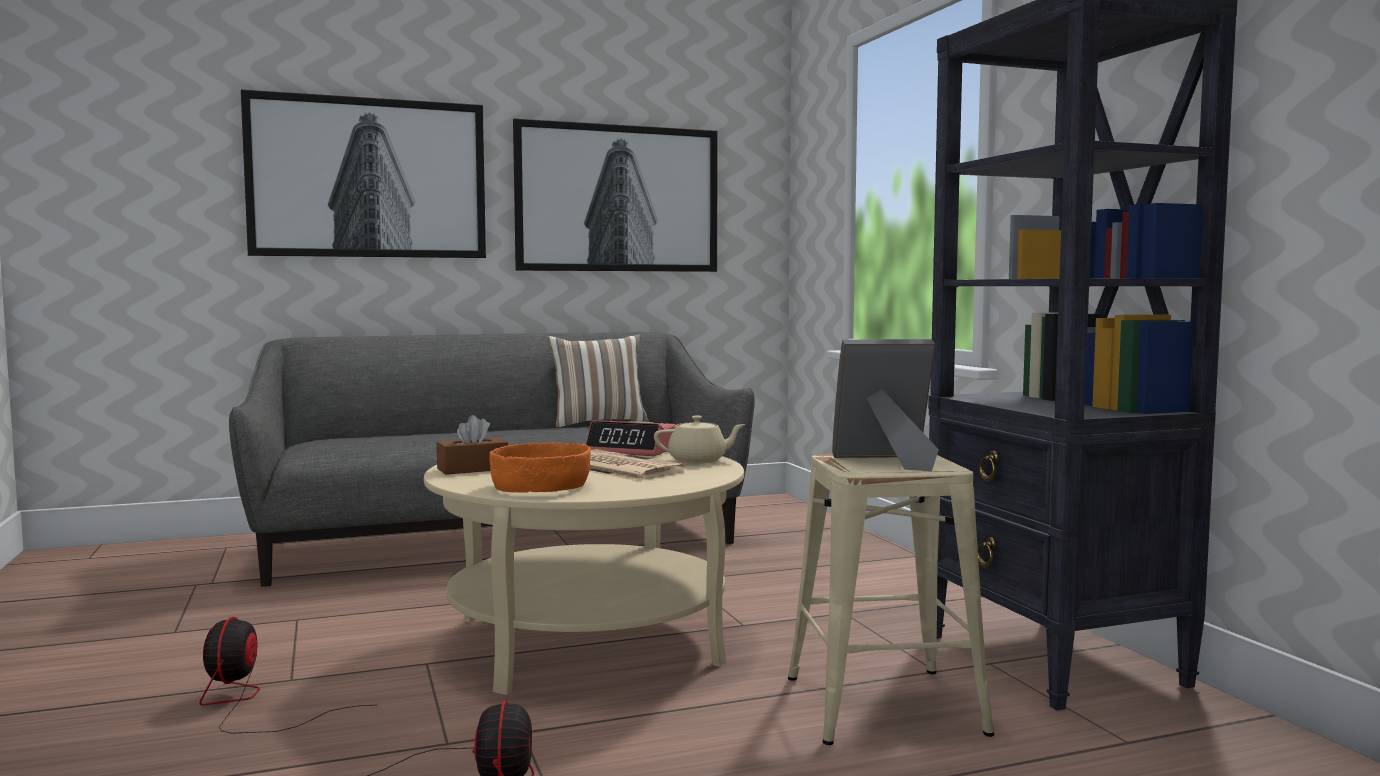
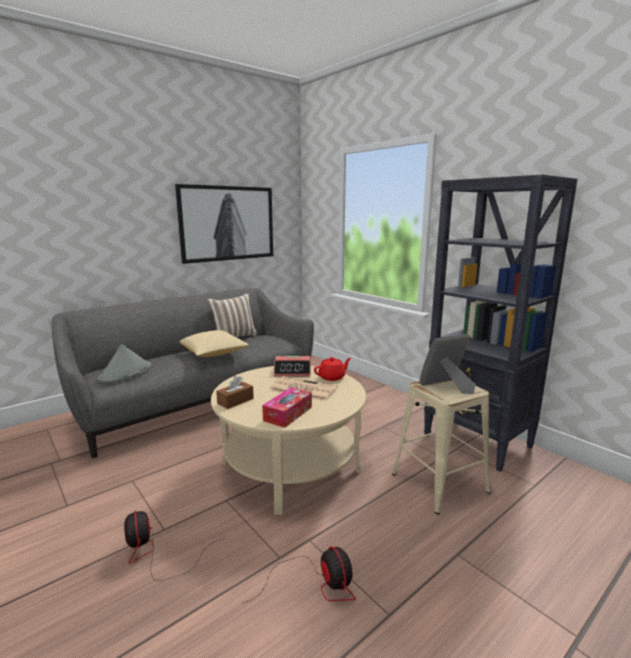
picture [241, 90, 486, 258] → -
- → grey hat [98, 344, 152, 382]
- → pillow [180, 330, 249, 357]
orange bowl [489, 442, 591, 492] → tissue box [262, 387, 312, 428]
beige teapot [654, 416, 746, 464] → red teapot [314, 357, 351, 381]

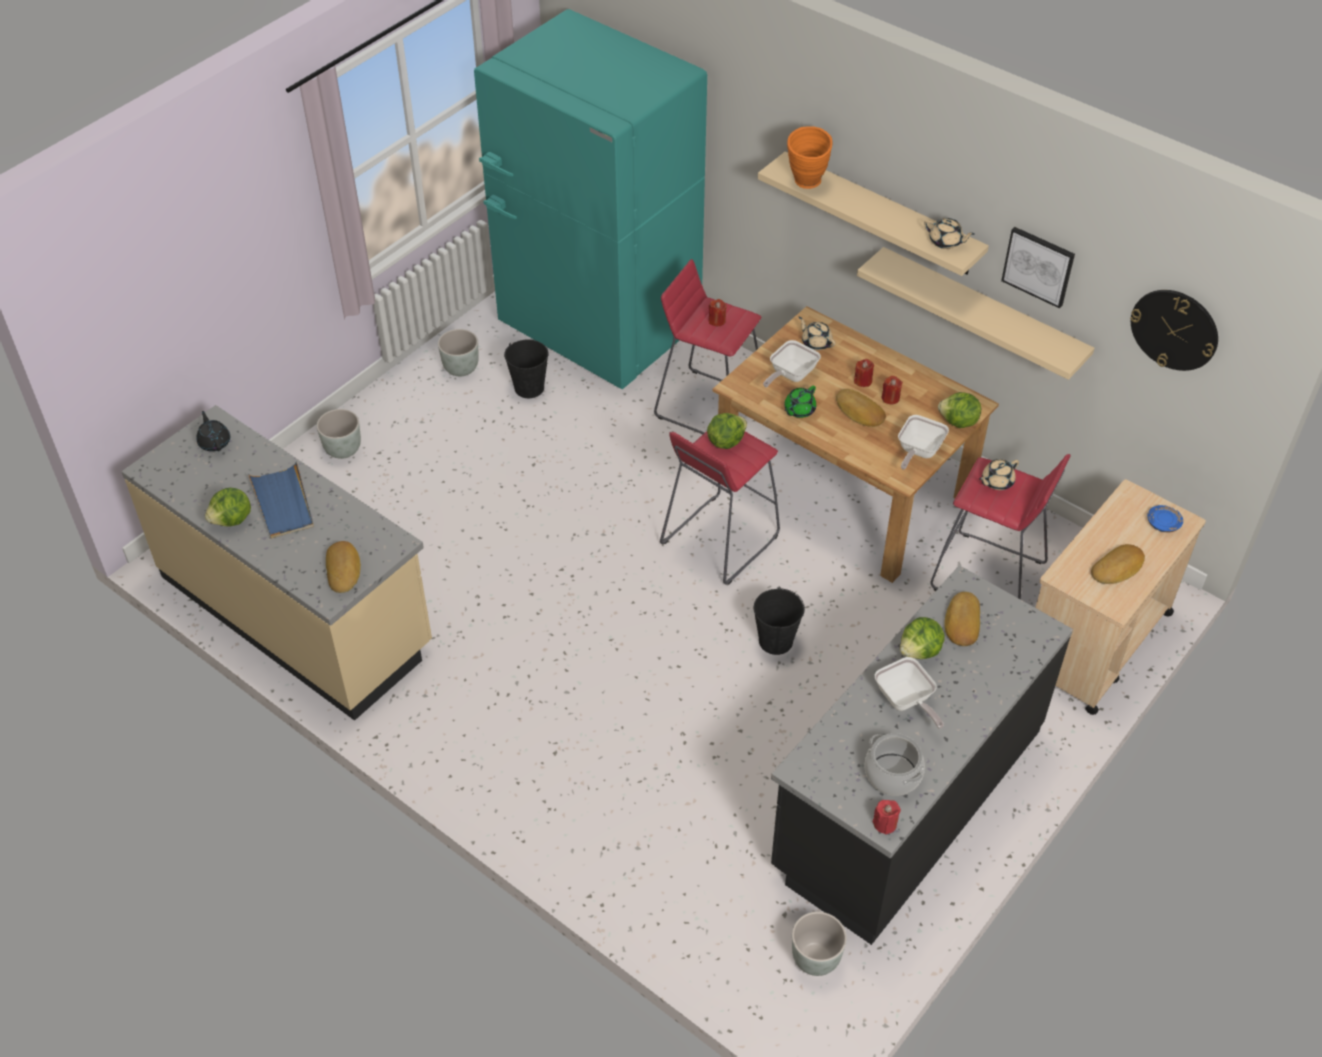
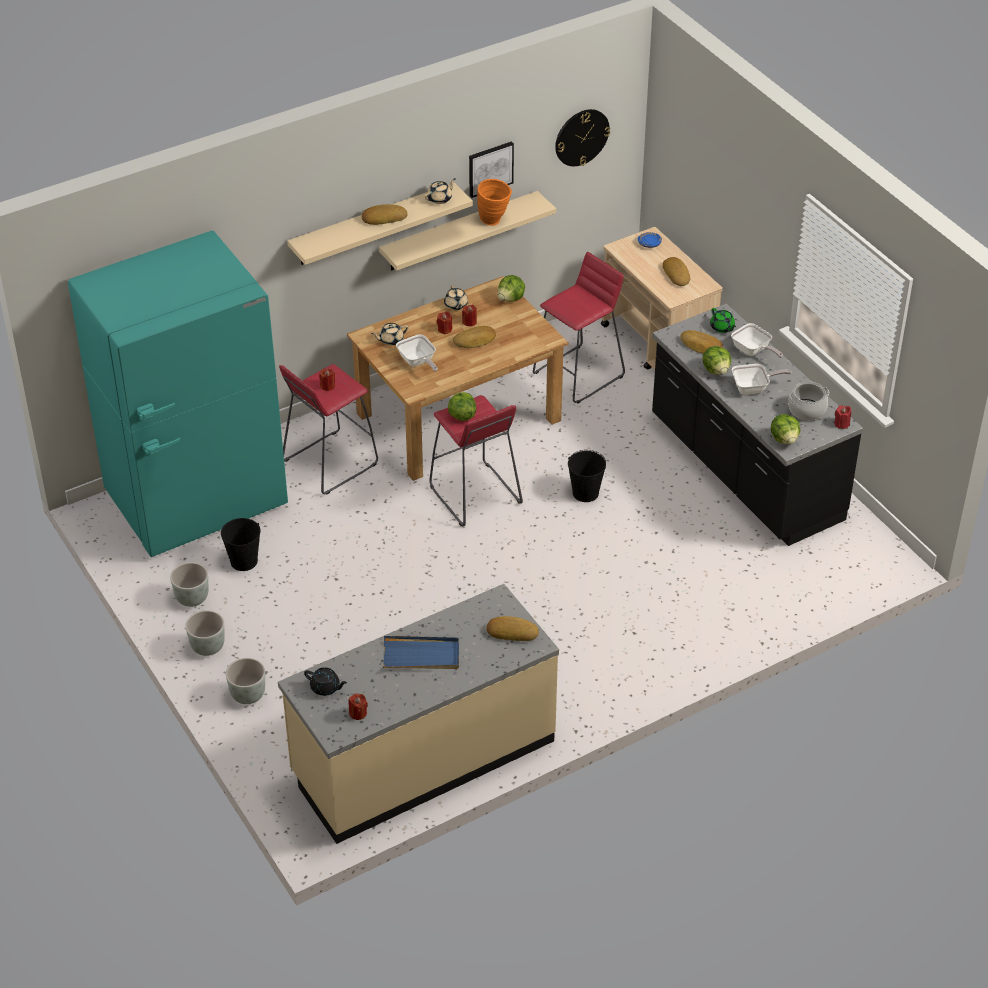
- → red candle [349, 693, 368, 720]
- → bread [361, 204, 408, 225]
lettuce [205, 488, 251, 527] → lettuce [771, 414, 800, 444], move
green teapot [784, 385, 816, 418] → green teapot [710, 308, 736, 333], move
orange vase [787, 126, 832, 189] → orange vase [477, 179, 512, 226], move
grey planter [792, 912, 847, 976] → grey planter [186, 610, 225, 656], move
frying pan [898, 415, 949, 470] → frying pan [731, 323, 783, 358], move
beige teapot [979, 459, 1019, 490] → beige teapot [444, 285, 468, 310], move
black teapot [196, 411, 230, 451] → black teapot [304, 667, 347, 696], 150 degrees counterclockwise

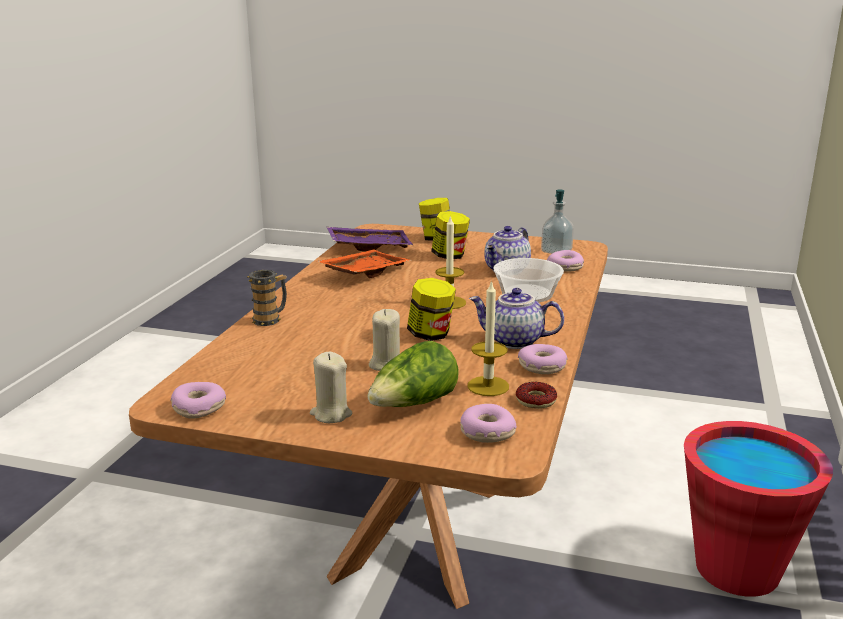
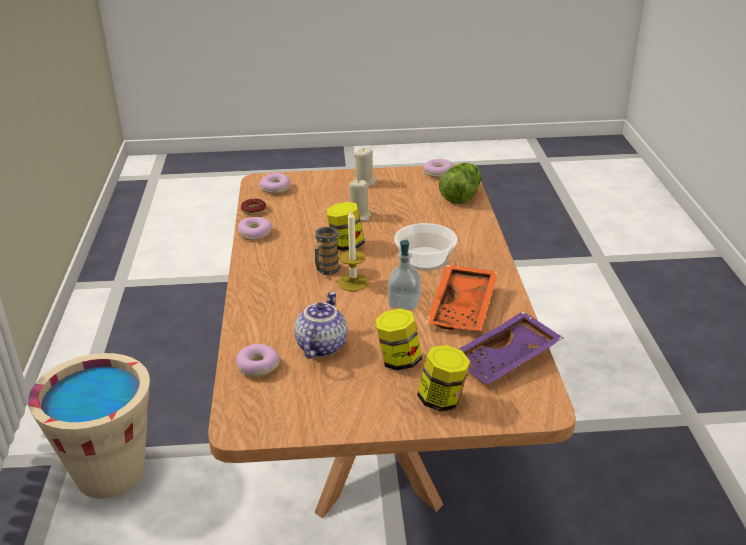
candle [467, 280, 509, 396] → -
teapot [469, 288, 564, 349] → -
mug [248, 270, 287, 326] → mug [313, 227, 341, 275], move
lettuce [367, 341, 459, 407] → lettuce [439, 163, 481, 204], move
bowl [493, 258, 564, 302] → bowl [394, 223, 458, 271], move
soap dispenser [541, 190, 574, 254] → soap dispenser [388, 240, 421, 310], move
red bucket [684, 421, 833, 597] → beige bucket [28, 353, 150, 499]

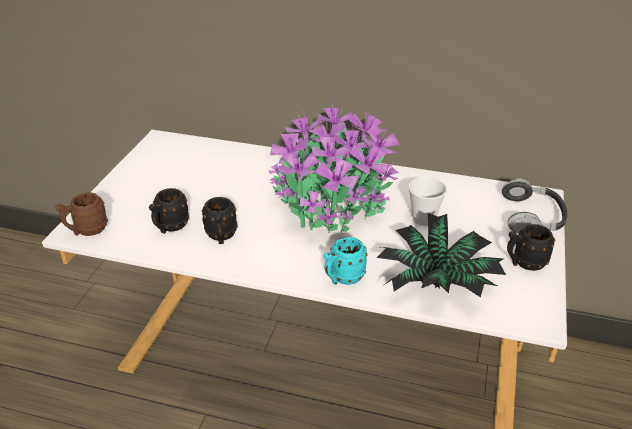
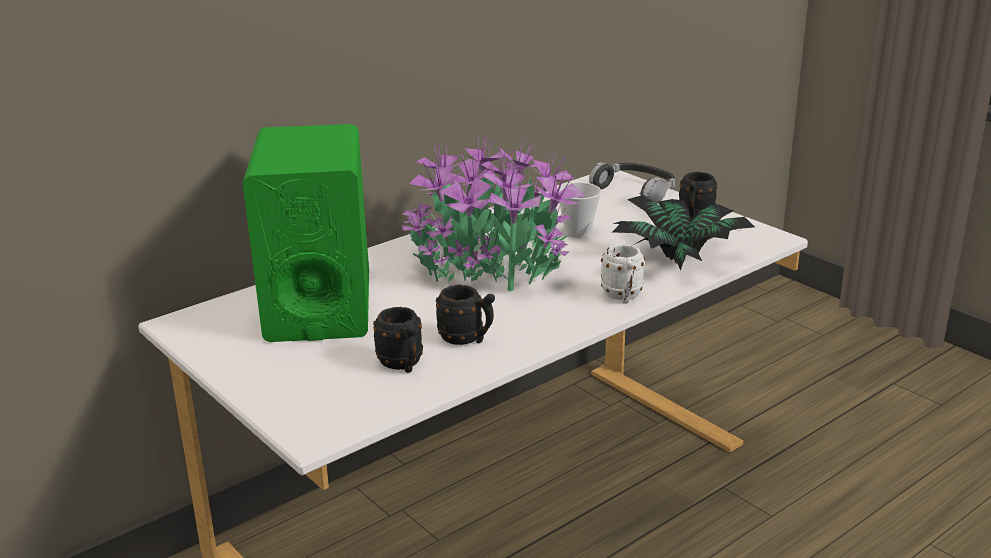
brown mug [56, 192, 108, 236] → -
- → green speaker [243, 124, 369, 342]
turquoise mug [324, 237, 367, 285] → white mug [601, 244, 645, 304]

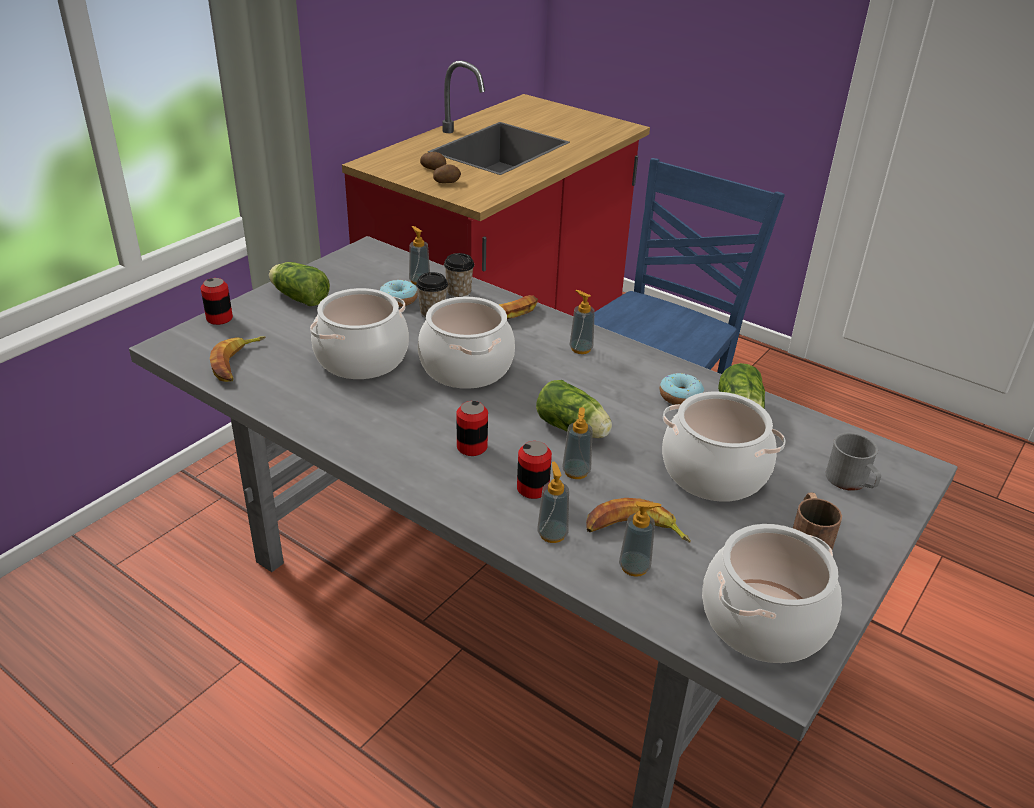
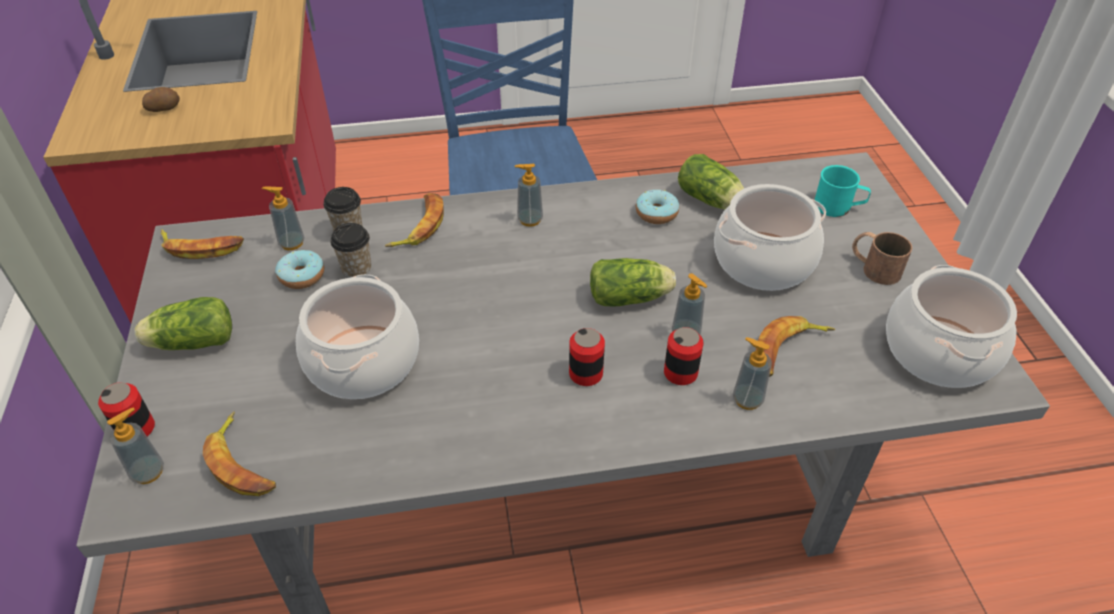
cooking pot [418, 297, 515, 389] → -
potato [433, 164, 461, 183] → -
- → banana [161, 229, 244, 259]
soap dispenser [619, 501, 661, 577] → soap dispenser [107, 408, 164, 484], move
grey mug [826, 432, 881, 491] → turquoise mug [815, 165, 871, 217]

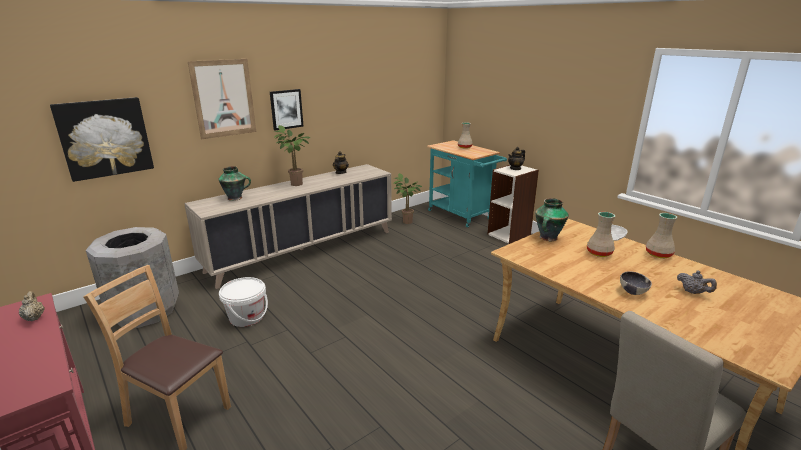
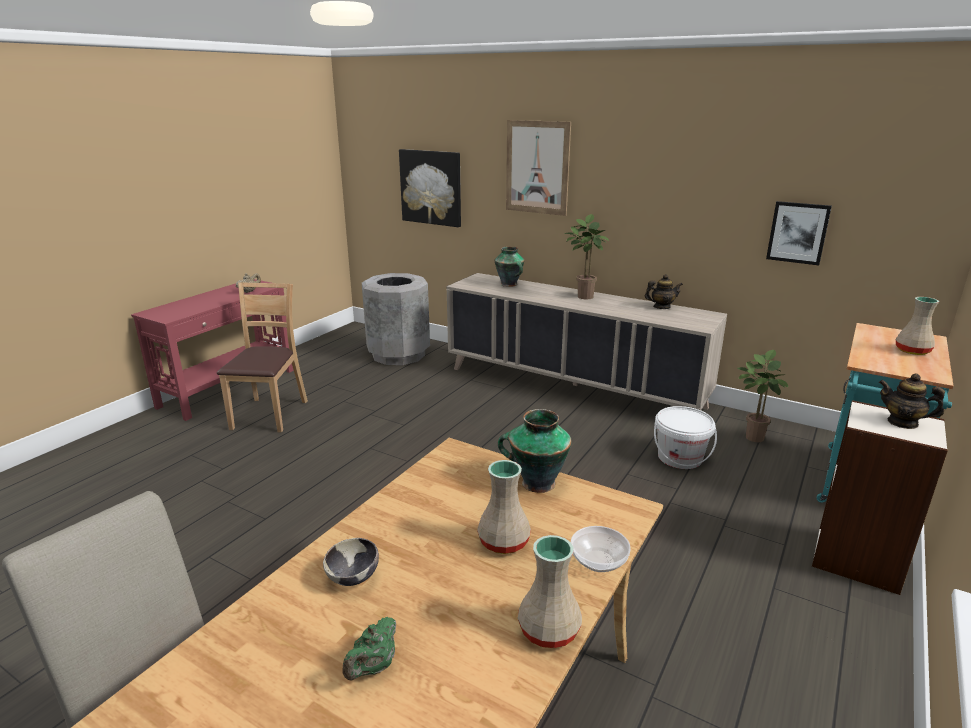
white bucket [219, 277, 268, 327] → white bucket [654, 406, 717, 469], move
picture [270, 89, 303, 130] → picture [766, 201, 832, 265], move
grey teapot [677, 270, 717, 294] → green teapot [342, 617, 396, 681]

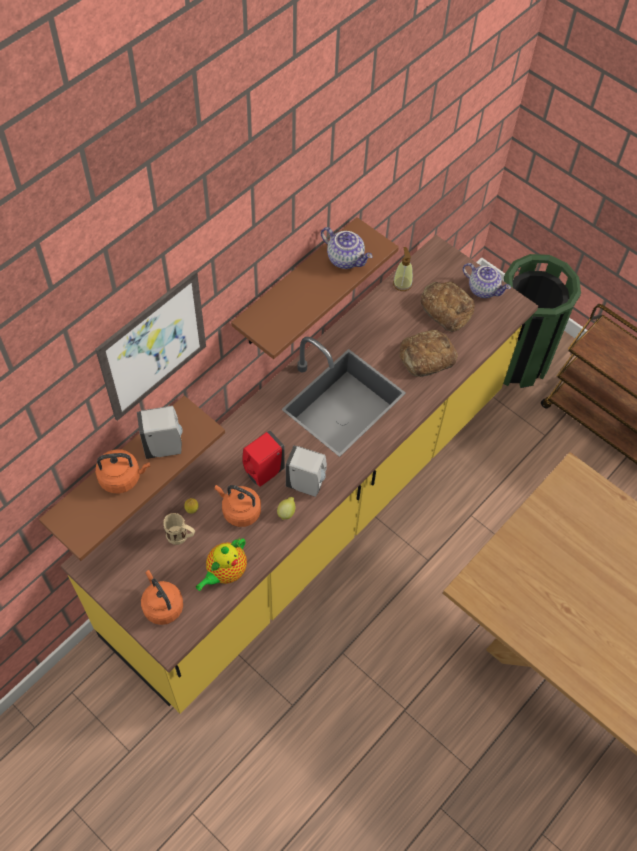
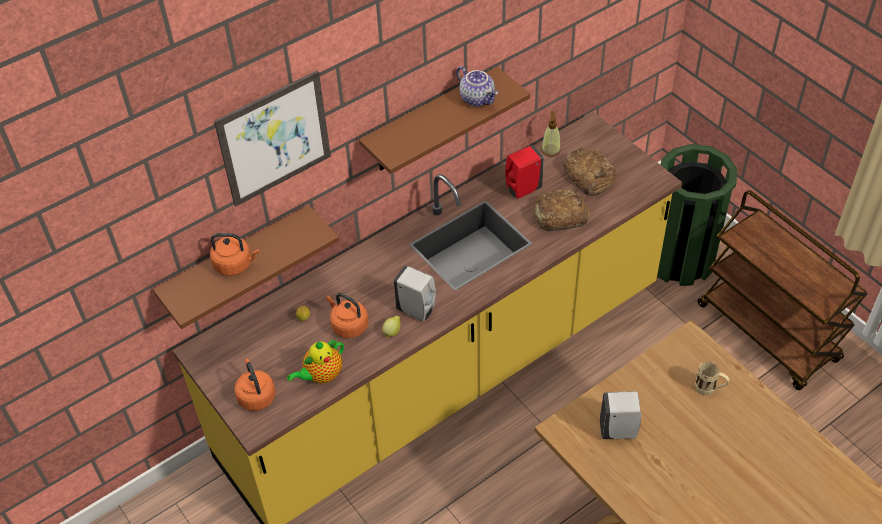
teapot [463, 263, 511, 298] → -
white soap dispenser [137, 406, 183, 459] → white soap dispenser [600, 391, 641, 439], move
beige mug [163, 513, 195, 545] → beige mug [695, 361, 730, 395], move
red soap dispenser [242, 430, 285, 487] → red soap dispenser [505, 145, 544, 199], move

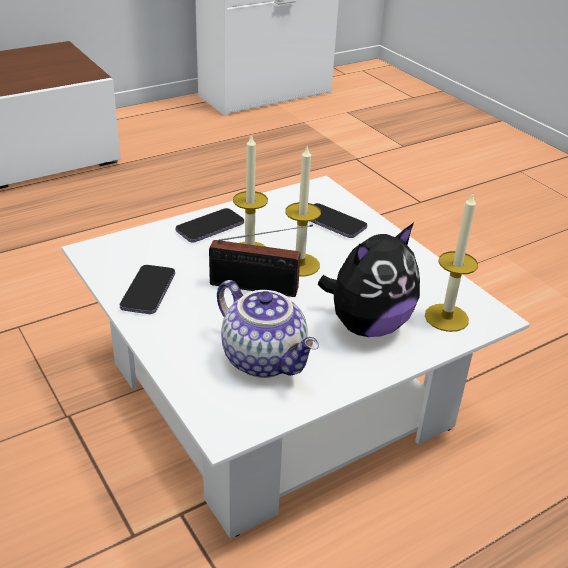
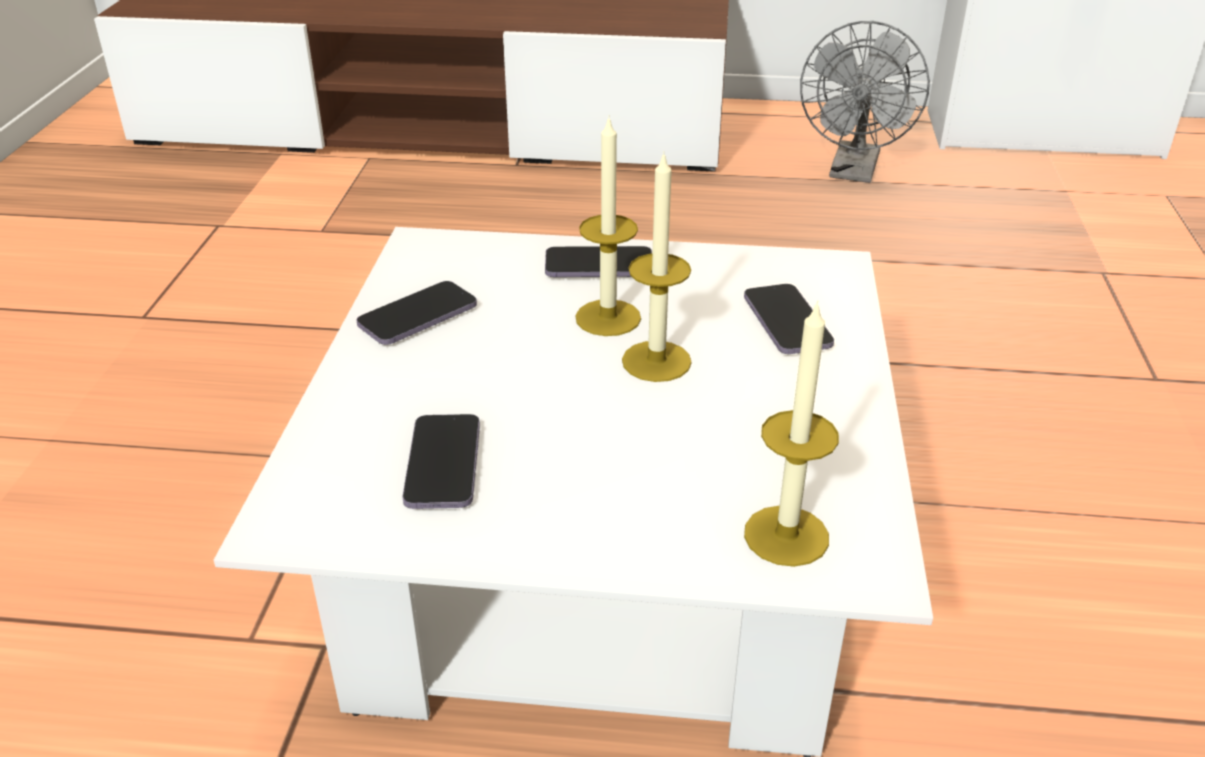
radio [209, 225, 313, 297] → -
plush toy [318, 223, 420, 337] → -
- → grey fan [800, 21, 930, 183]
teapot [217, 280, 319, 378] → phone [403, 414, 480, 509]

